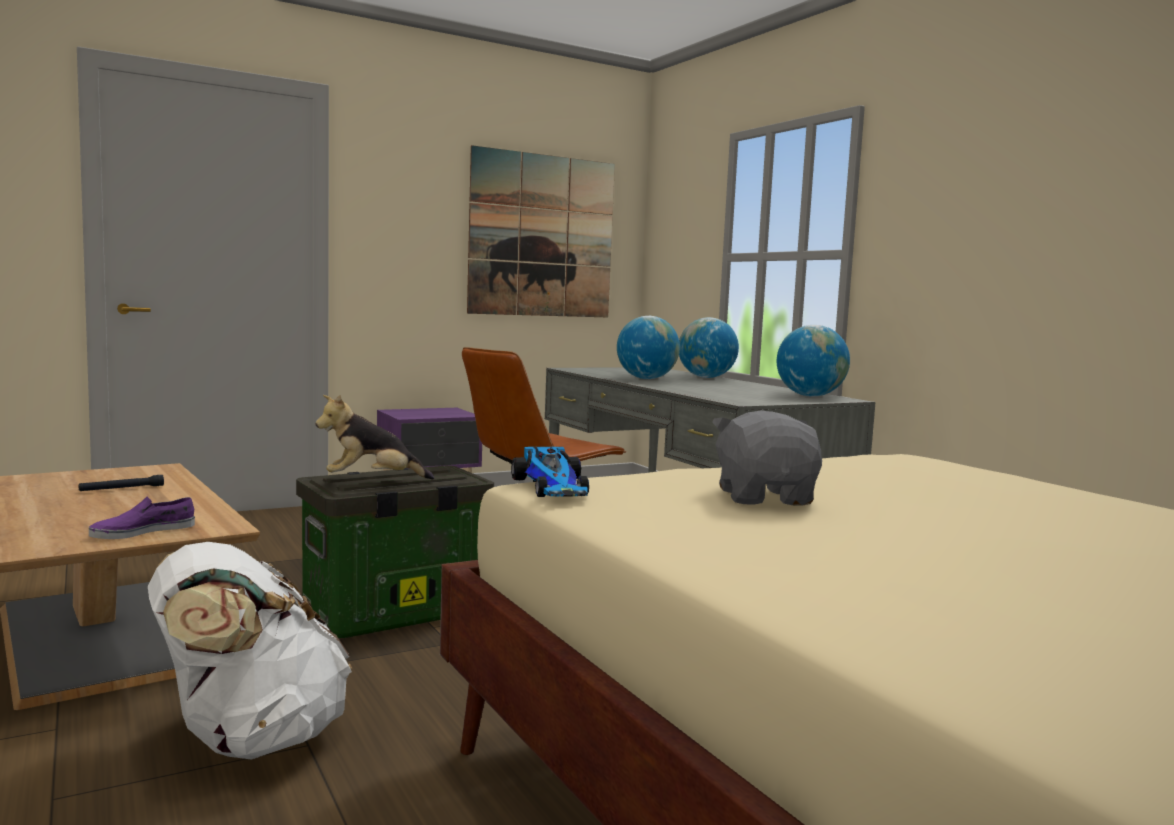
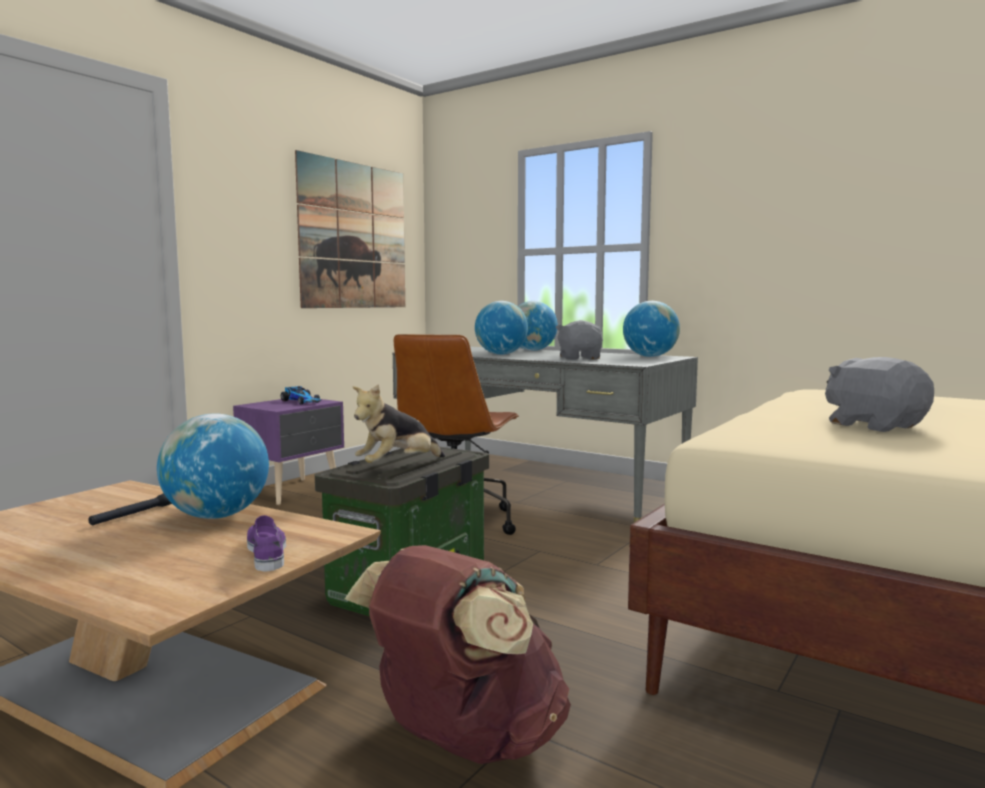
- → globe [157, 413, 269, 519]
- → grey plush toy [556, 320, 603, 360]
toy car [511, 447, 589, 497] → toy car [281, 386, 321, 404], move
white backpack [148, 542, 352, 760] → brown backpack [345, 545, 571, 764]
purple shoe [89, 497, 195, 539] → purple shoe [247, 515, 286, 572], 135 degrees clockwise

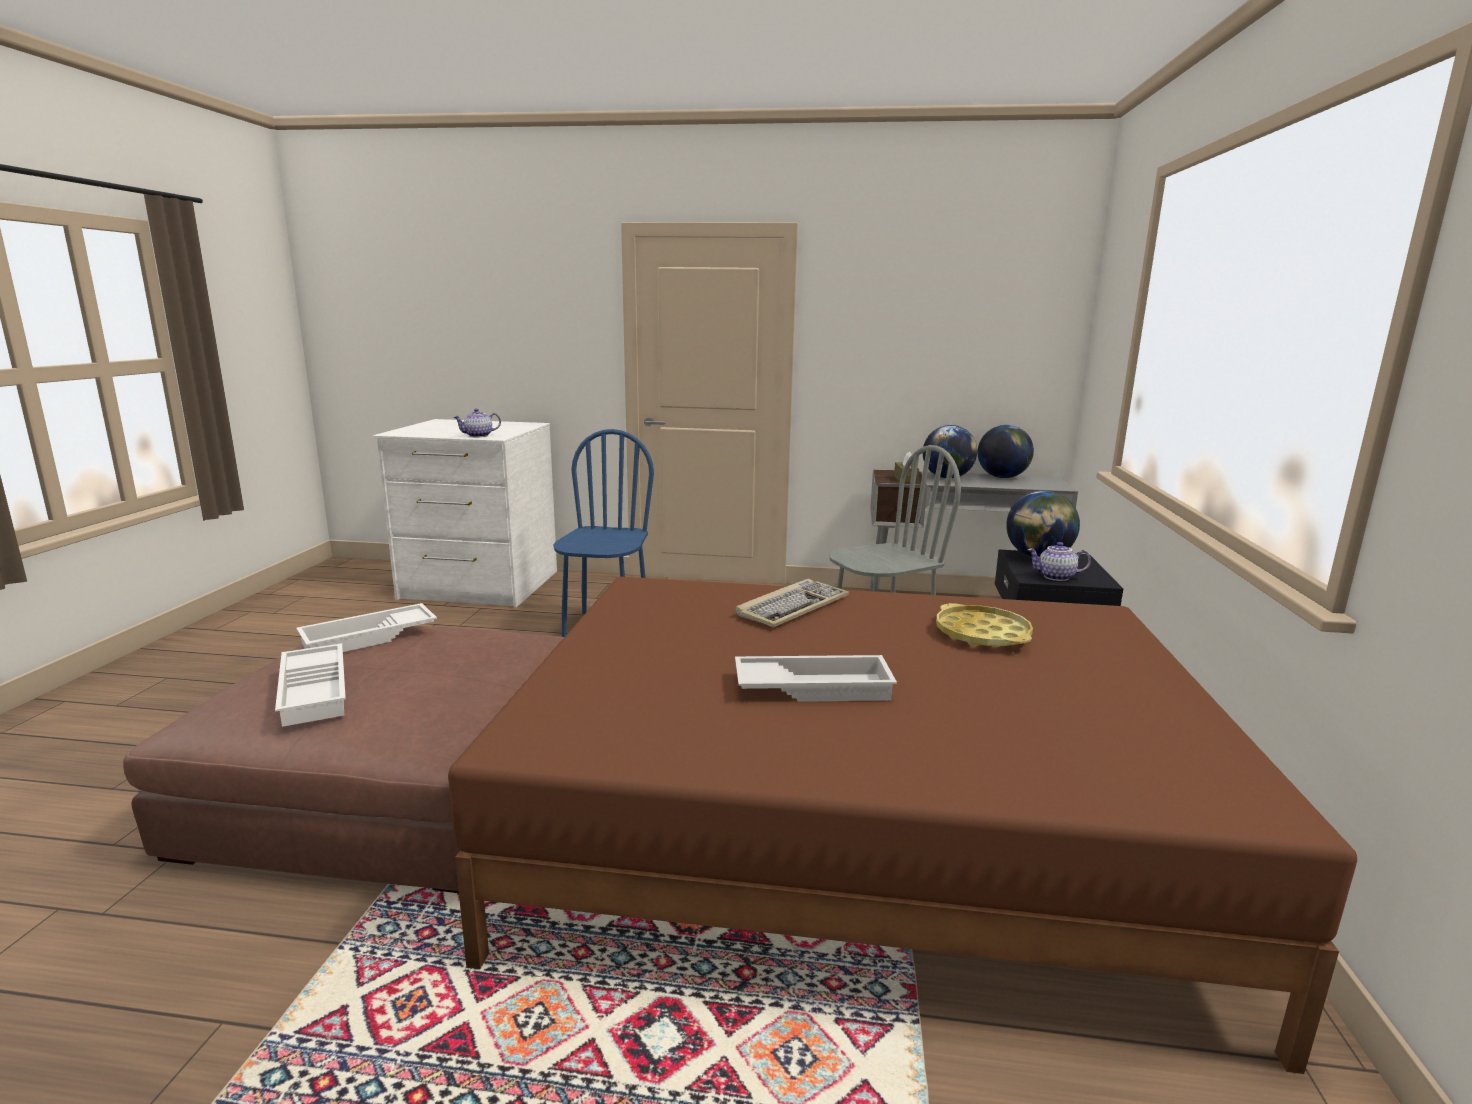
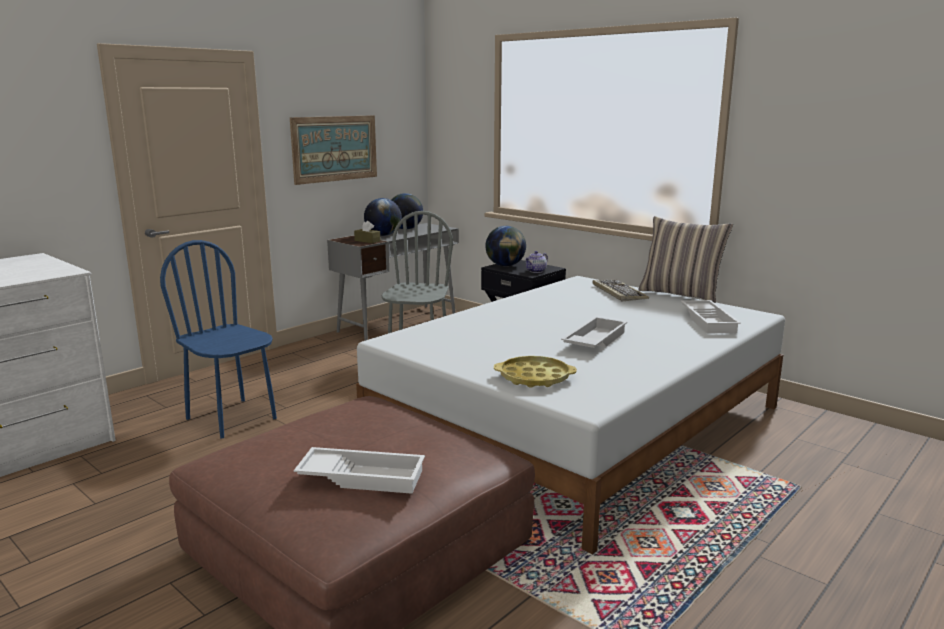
teapot [453, 409, 501, 437] → -
- → picture [290, 115, 377, 185]
- → pillow [638, 216, 733, 303]
white tray [296, 603, 437, 652] → white tray [680, 300, 741, 333], move
keyboard [735, 579, 849, 627] → keyboard [593, 280, 649, 302], move
yellow tray [936, 603, 1033, 647] → yellow tray [494, 356, 577, 387], move
brown bed [448, 577, 1357, 1074] → white bed [356, 276, 785, 554]

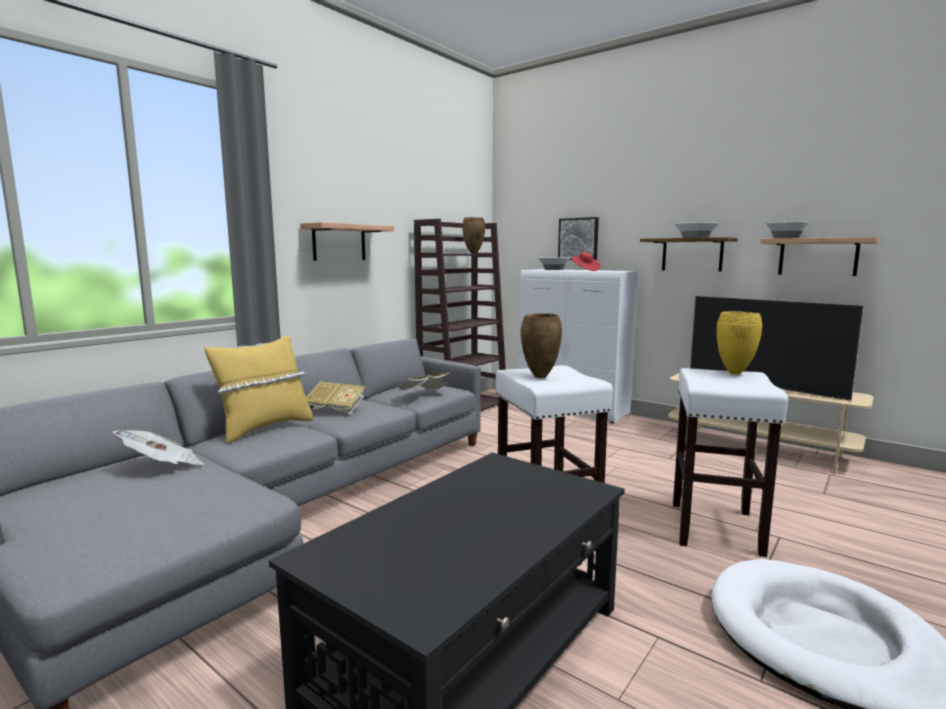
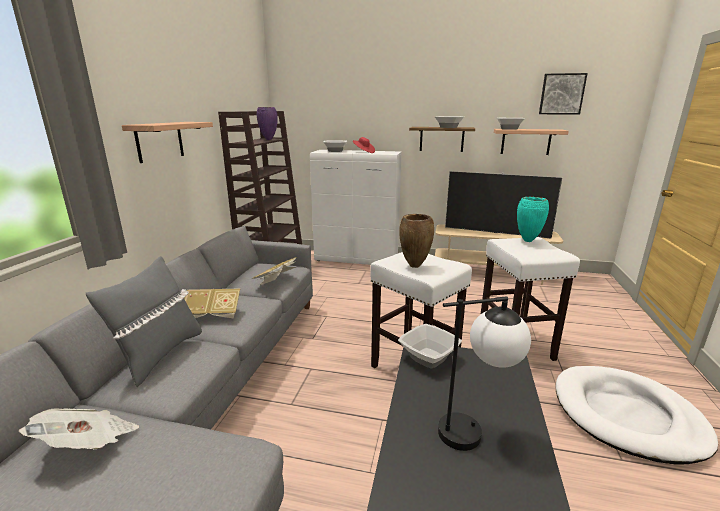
- → bowl [398, 324, 462, 369]
- → table lamp [438, 296, 531, 451]
picture [558, 217, 599, 260] → picture [539, 73, 588, 114], move
yellow pillow [204, 336, 313, 443] → grey pillow [86, 256, 202, 387]
brown vase [462, 217, 485, 254] → purple vase [257, 107, 278, 140]
yellow vase [717, 311, 762, 374] → turquoise vase [517, 197, 549, 242]

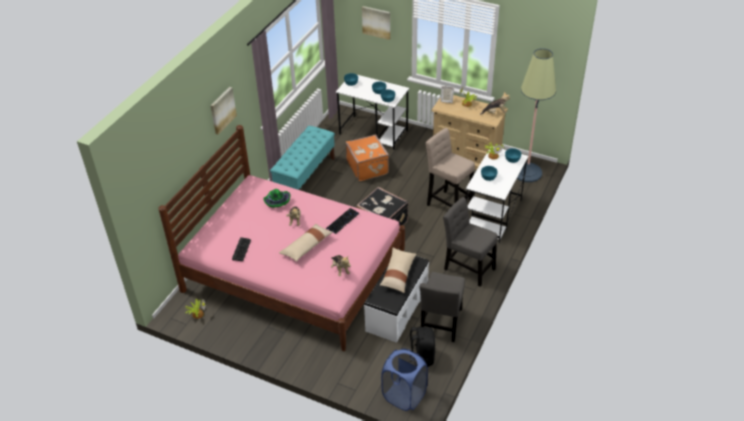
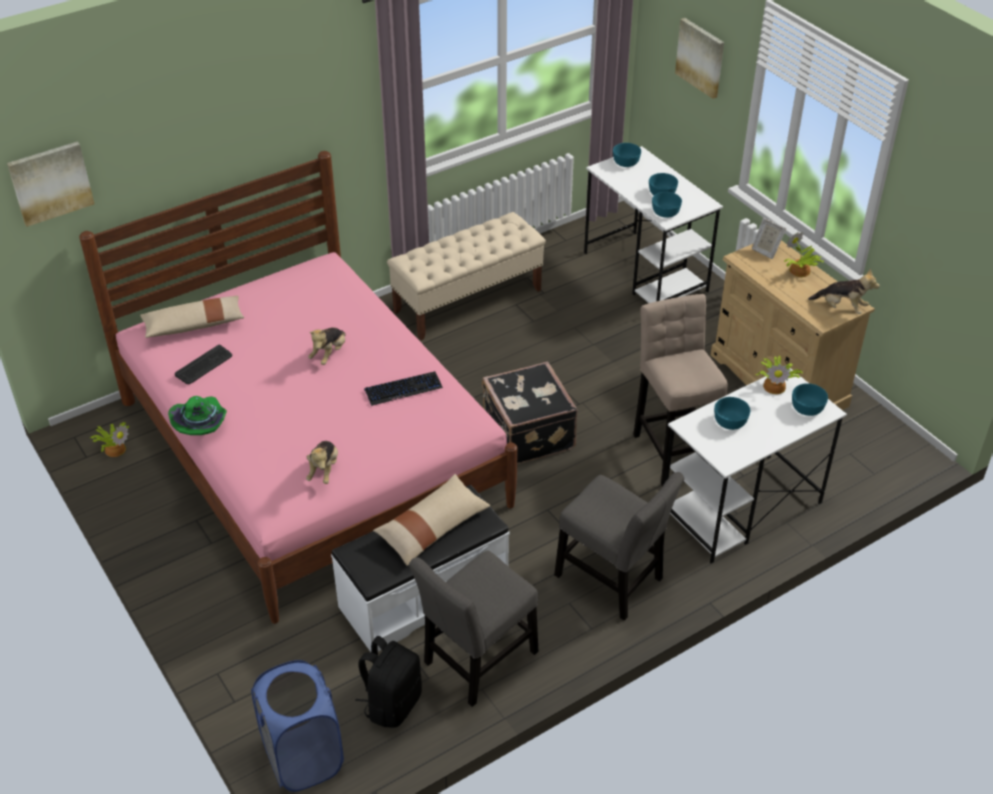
orange suitcase [346, 134, 389, 181] → -
floor lamp [517, 49, 556, 182] → -
picture [210, 87, 237, 134] → picture [7, 141, 94, 227], move
green hat [263, 189, 291, 208] → green hat [168, 396, 227, 435], move
beige pillow [279, 224, 333, 262] → beige pillow [140, 296, 245, 338], move
turquoise bench [270, 126, 335, 190] → beige bench [387, 212, 546, 340]
grey chair [443, 197, 498, 287] → grey chair [554, 472, 684, 621], 150 degrees clockwise

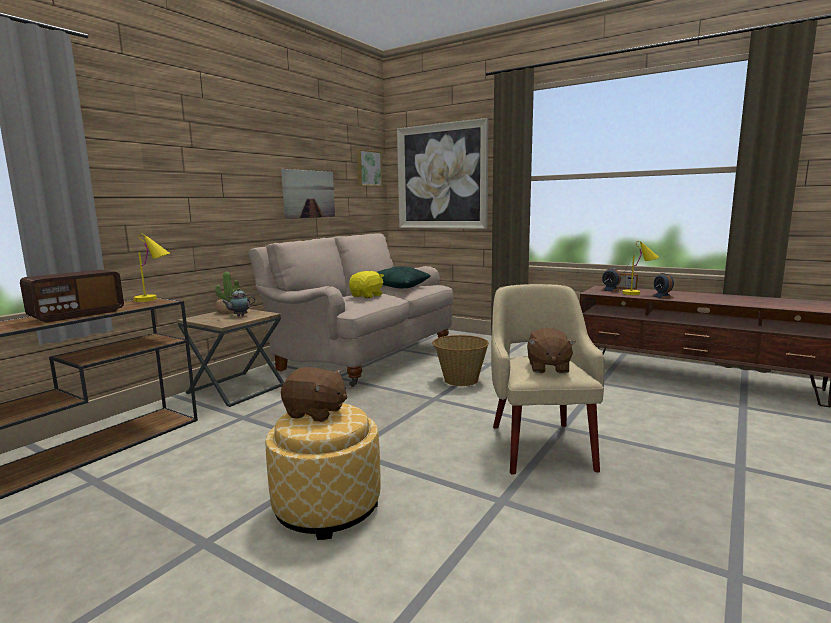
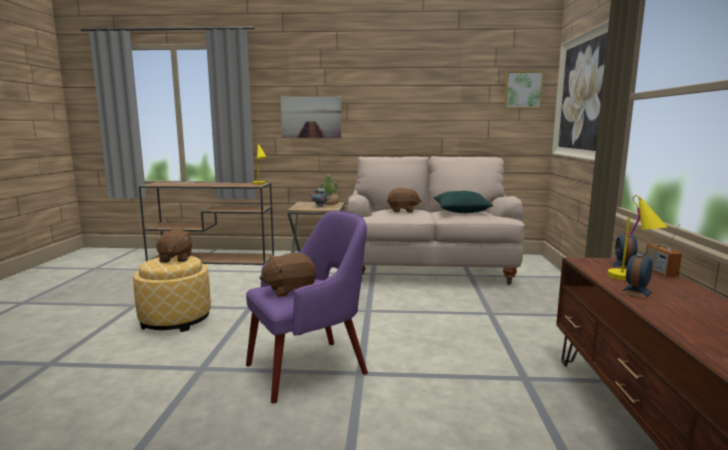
radio [20, 270, 124, 323] → -
basket [432, 335, 489, 386] → -
picture [281, 169, 335, 219] → picture [281, 97, 341, 138], move
yellow plush toy [349, 271, 384, 298] → brown plush toy [387, 188, 421, 212]
beige armchair [491, 284, 604, 475] → purple armchair [246, 211, 368, 404]

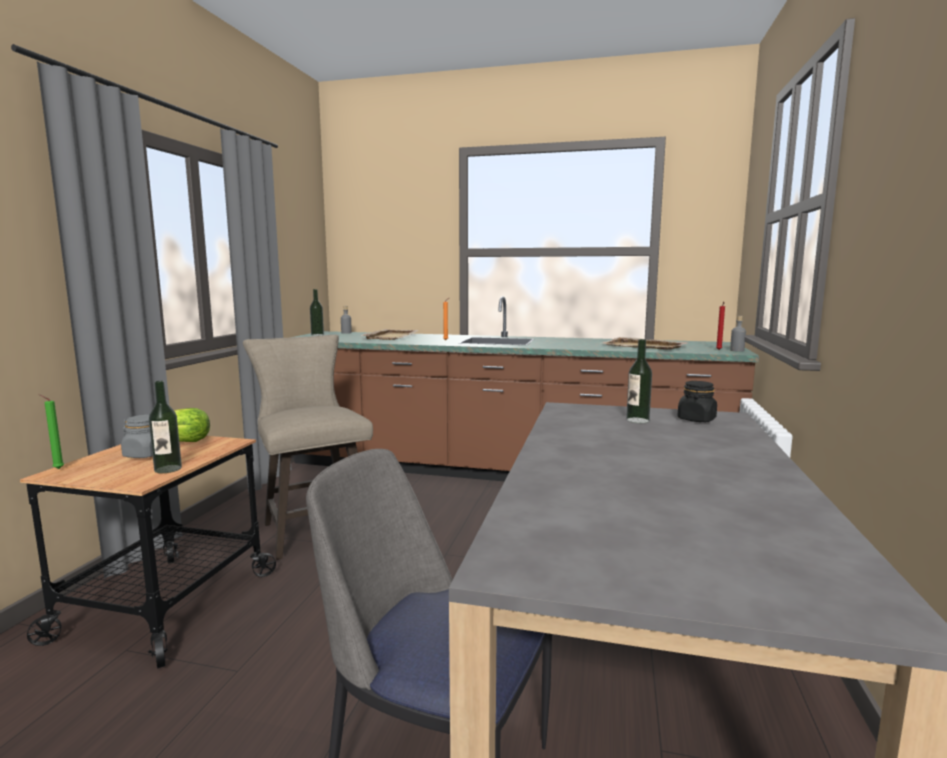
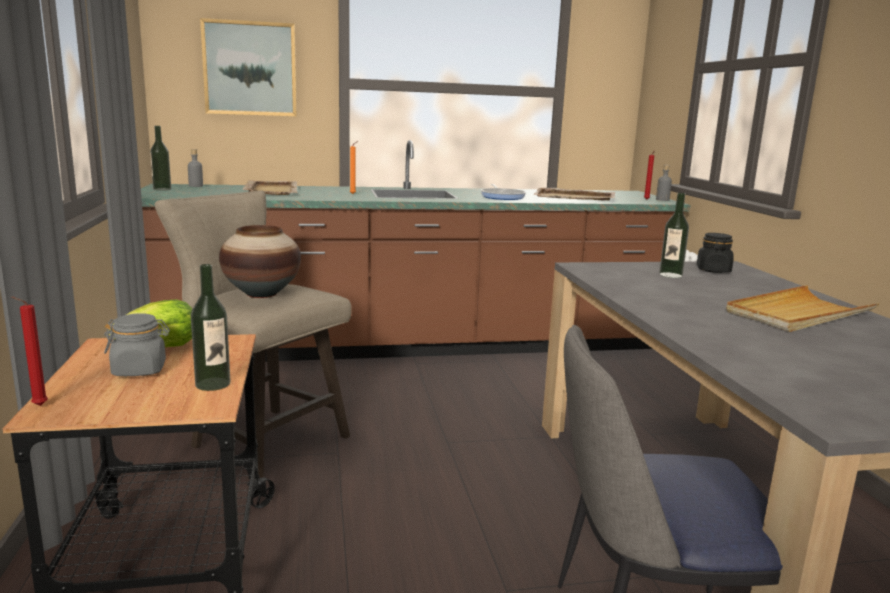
- → picture [200, 18, 297, 116]
- → vase [219, 225, 301, 298]
- → frying pan [481, 184, 526, 200]
- → beige tray [726, 285, 880, 332]
green candle [38, 394, 64, 469] → red candle [11, 296, 48, 406]

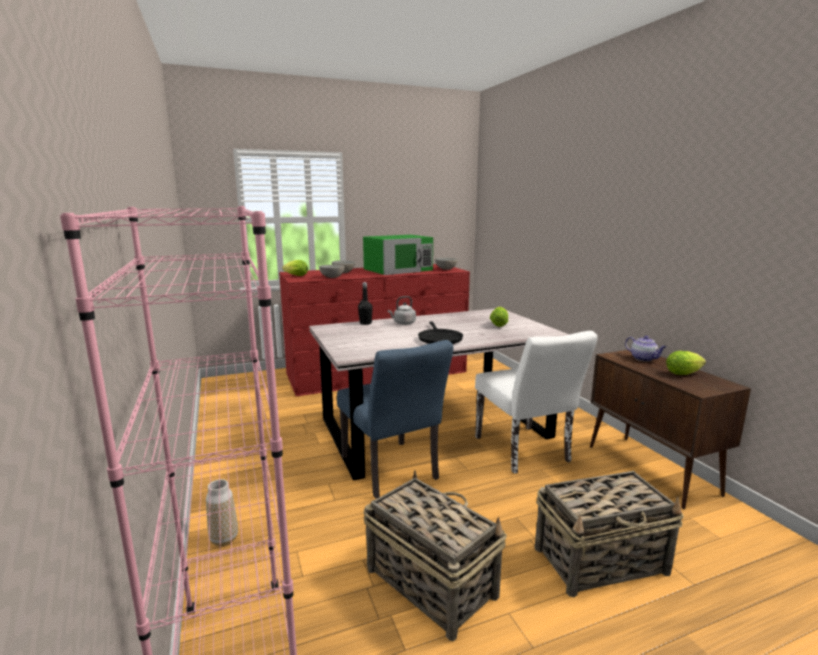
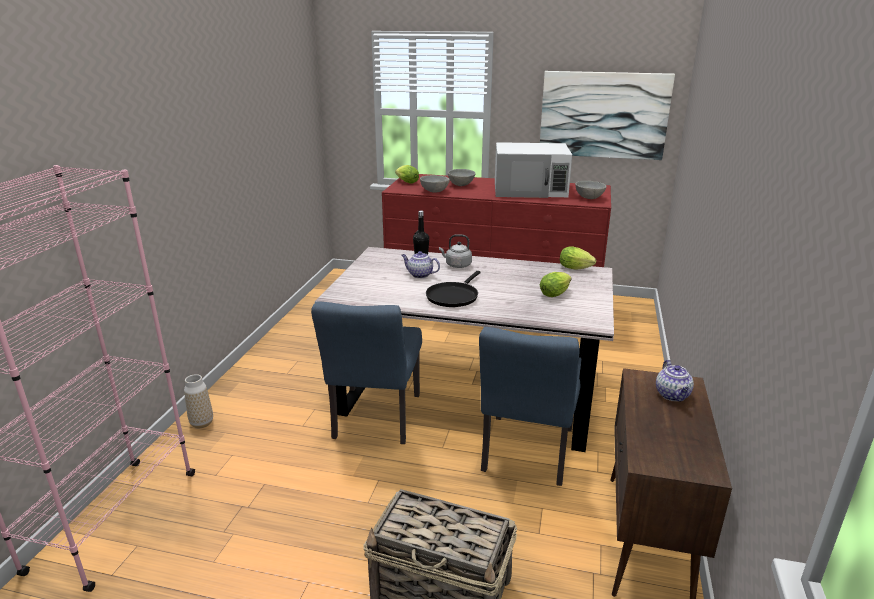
basket [364, 470, 507, 641] → -
- → teapot [401, 251, 440, 278]
- → picture [540, 71, 675, 160]
lettuce [666, 351, 706, 375] → lettuce [560, 246, 596, 270], move
green microwave [363, 235, 433, 275] → white microwave [495, 142, 572, 198]
white chair [475, 331, 598, 474] → blue chair [479, 327, 582, 486]

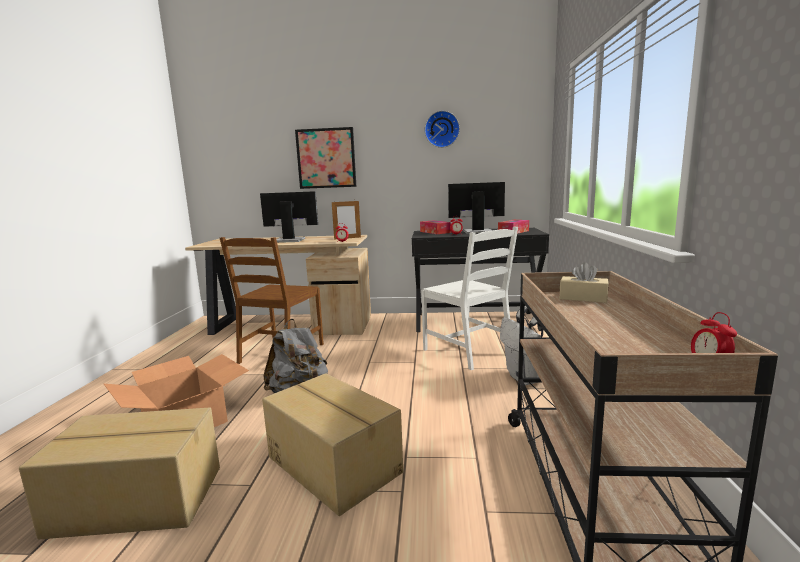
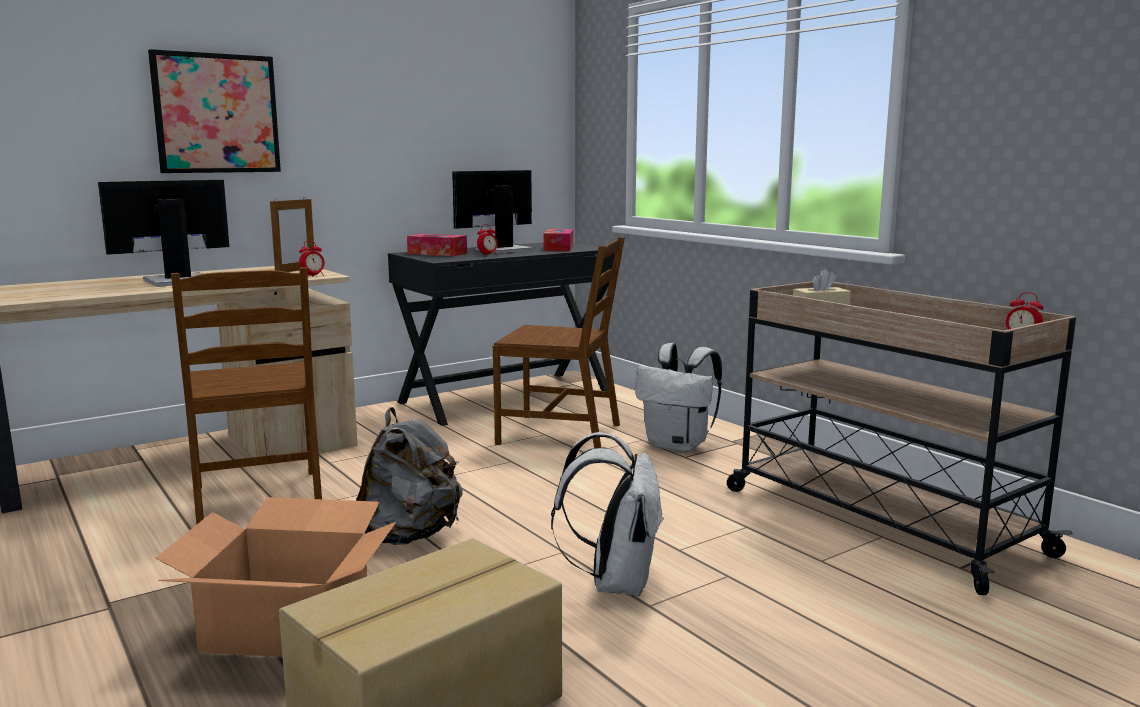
wall clock [425, 111, 460, 148] → -
cardboard box [262, 373, 403, 516] → white backpack [551, 432, 664, 597]
white chair [421, 227, 518, 370] → brown chair [493, 237, 625, 448]

